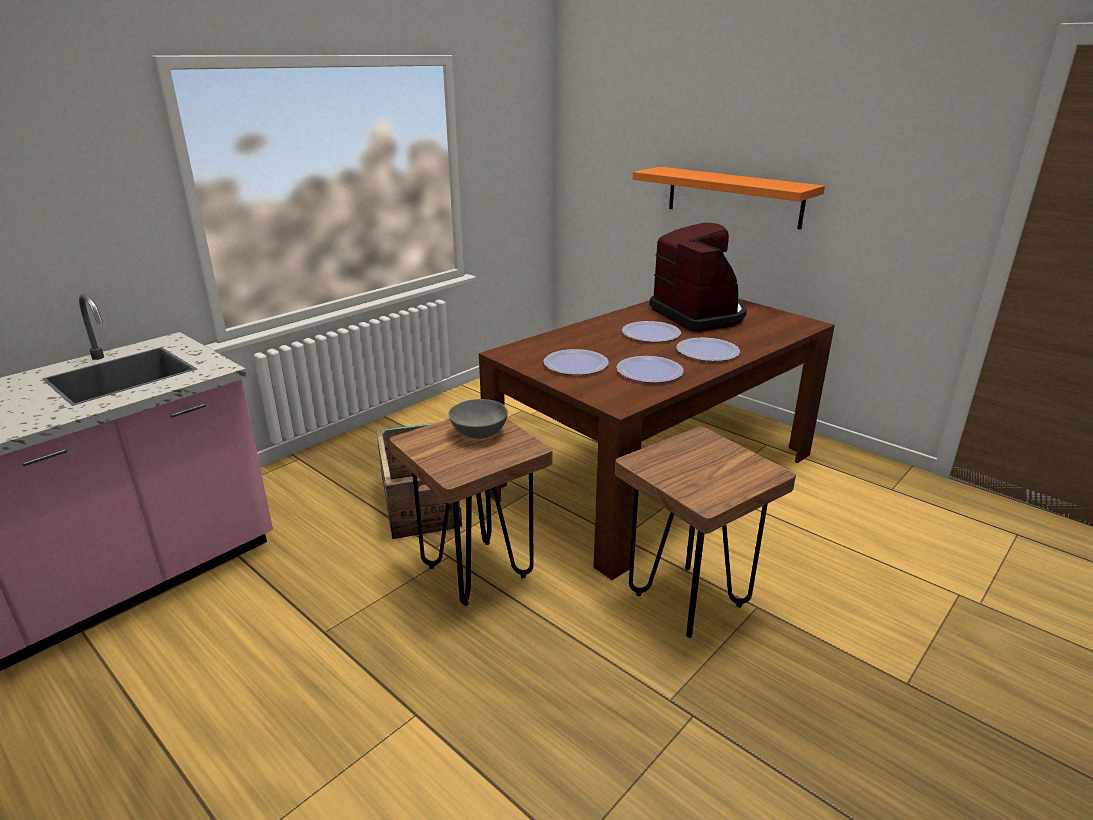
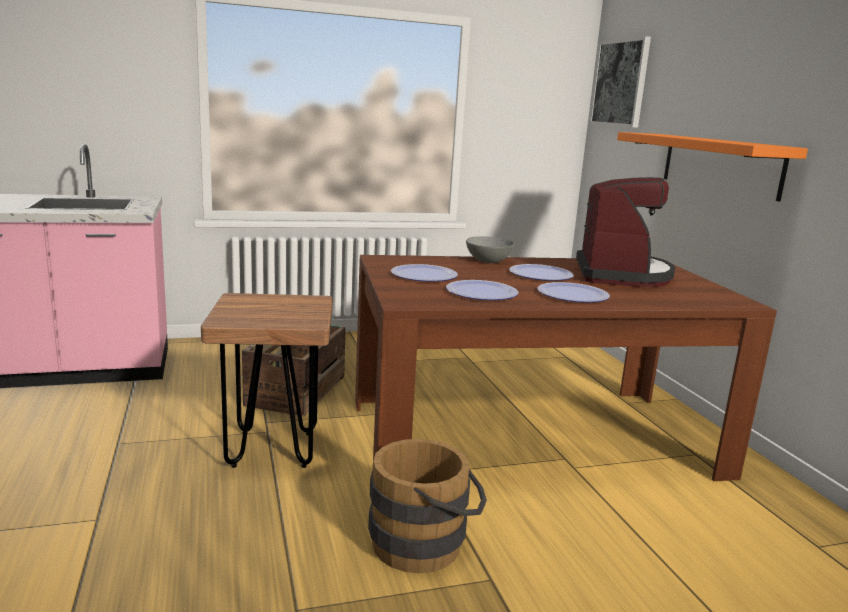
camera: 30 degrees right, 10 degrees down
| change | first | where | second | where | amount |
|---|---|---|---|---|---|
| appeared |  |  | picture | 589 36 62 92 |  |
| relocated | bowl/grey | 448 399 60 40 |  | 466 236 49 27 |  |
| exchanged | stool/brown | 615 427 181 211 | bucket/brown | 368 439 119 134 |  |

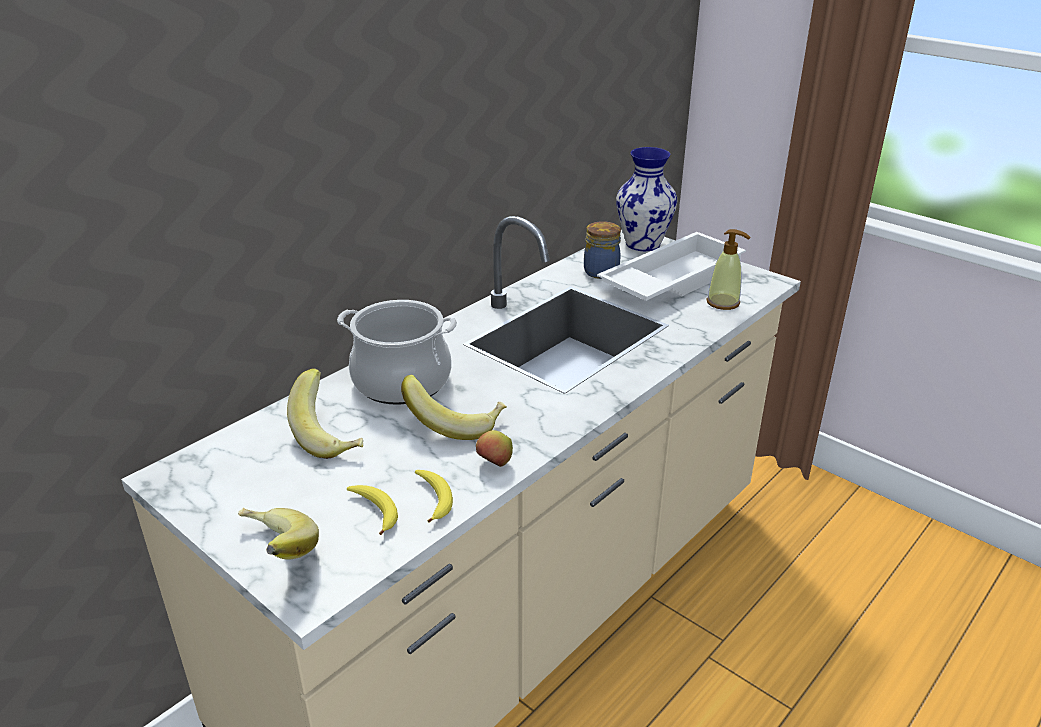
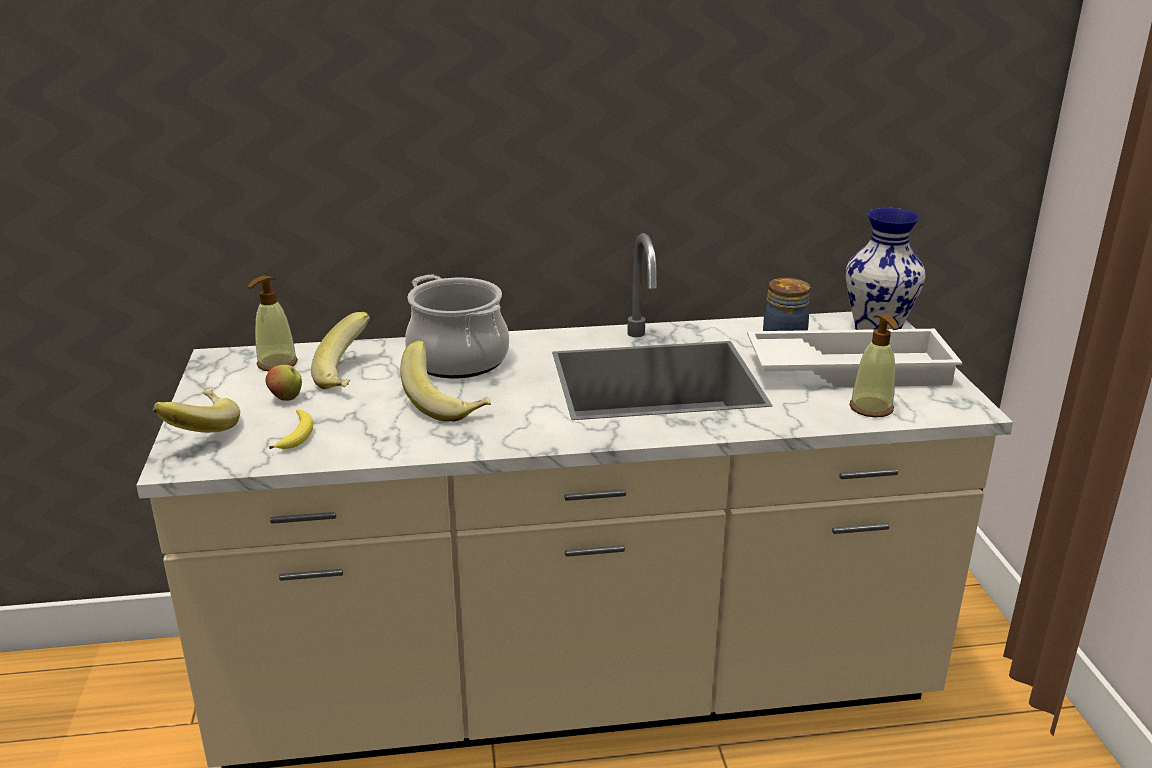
camera: 40 degrees right, 5 degrees down
| change | first | where | second | where | amount |
|---|---|---|---|---|---|
| missing | banana | 415 470 38 53 |  |  |  |
| appeared |  |  | soap dispenser | 247 275 51 97 |  |
| relocated | apple | 476 430 37 37 |  | 266 365 36 36 |  |

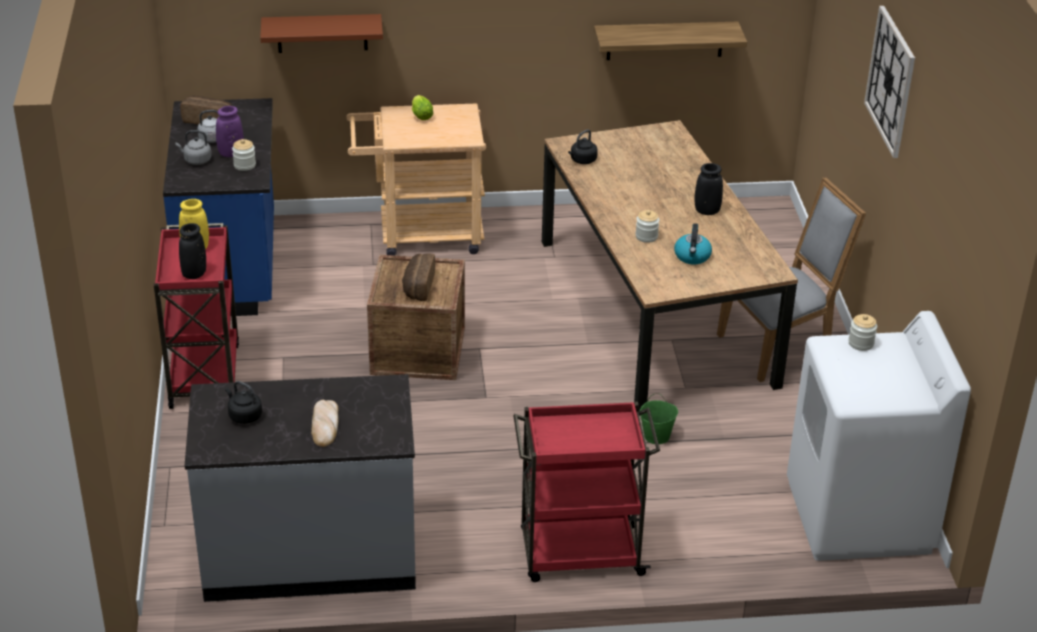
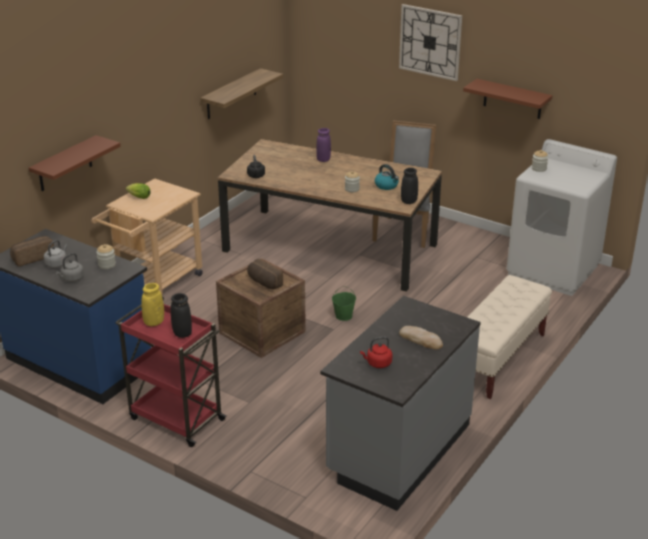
camera: 50 degrees left, 5 degrees down
| change | first | where | second | where | amount |
|---|---|---|---|---|---|
| appeared |  |  | shelf/brown | 463 79 90 40 |  |
| relocated | vase/purple | 216 106 28 51 |  | 316 128 15 34 |  |
| relocated | bucket/green | 640 393 38 51 |  | 332 286 24 35 |  |
| relocated | vase/black | 694 163 29 52 |  | 401 168 17 36 |  |
| exchanged | cart/red | 513 402 147 180 | bench/beige | 467 275 85 124 |  |
| colour | kettle/black | 225 381 37 43 | kettle/red | 360 337 32 31 |  |

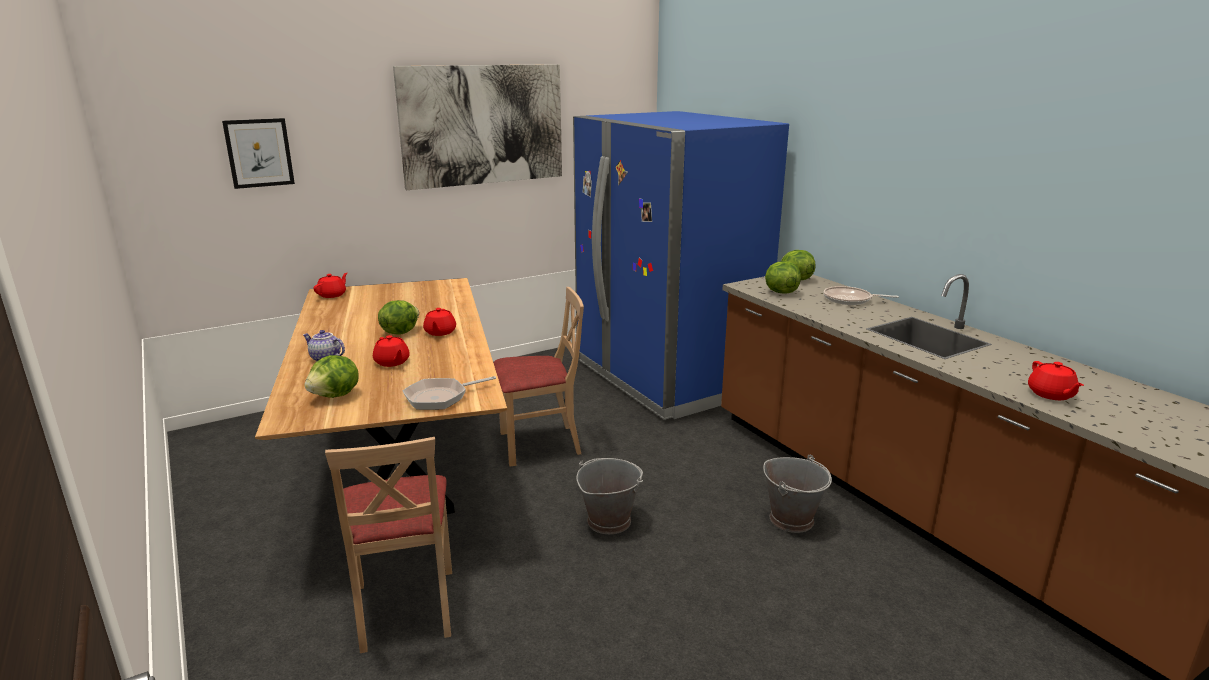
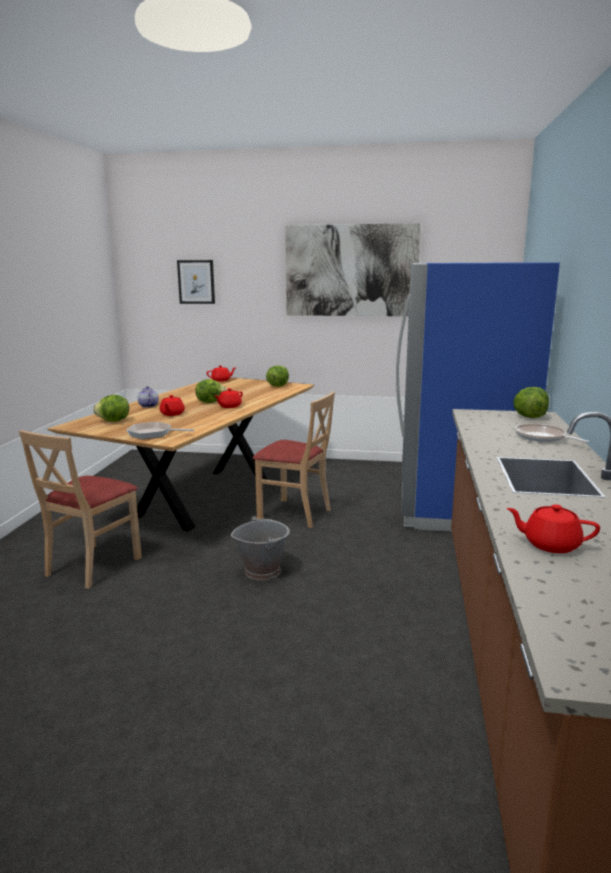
camera: 40 degrees right, 5 degrees down
| change | first | where | second | where | amount |
|---|---|---|---|---|---|
| missing | bucket/grey | 763 455 69 78 |  |  |  |
| relocated | lettuce | 765 261 36 33 |  | 266 366 23 21 |  |
| spun | teapot/red | 1028 361 56 39 |  | 506 504 94 49 | 75 degrees clockwise |

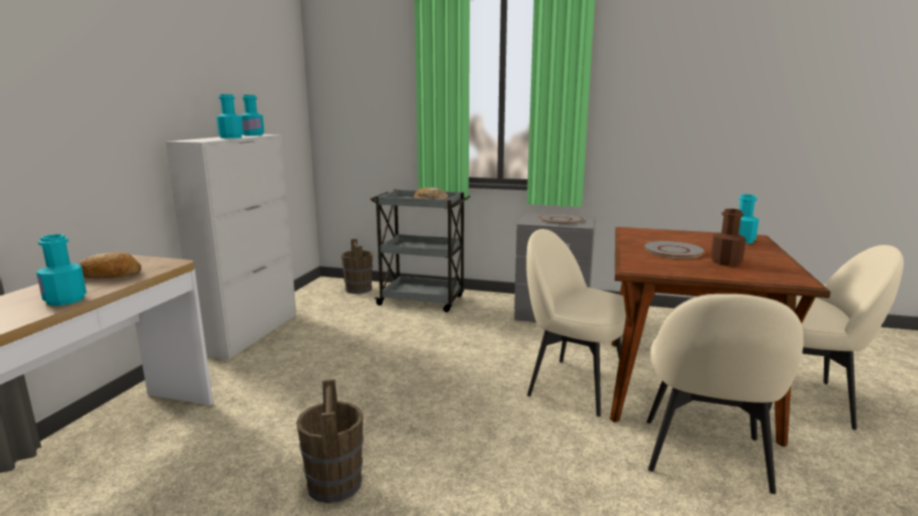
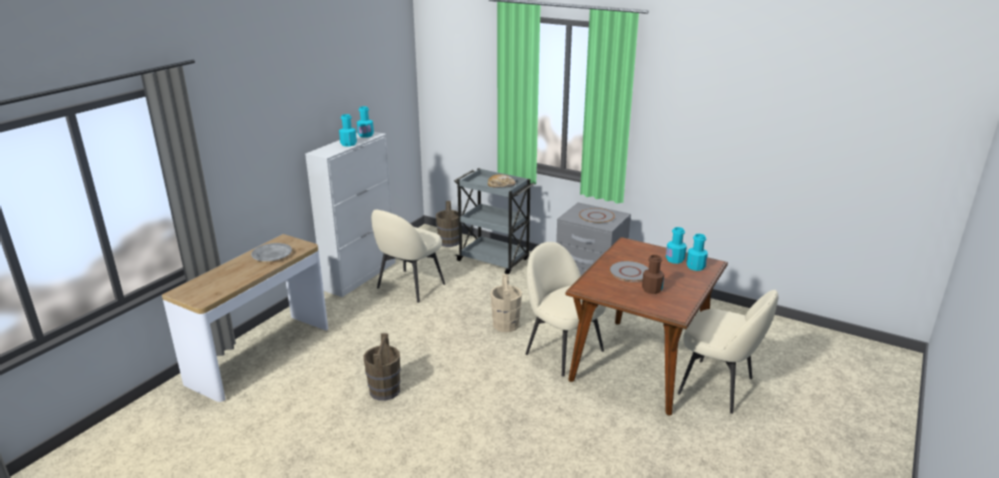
camera: 15 degrees right, 10 degrees up
| change | first | where | second | where | amount |
|---|---|---|---|---|---|
| appeared |  |  | bucket/beige | 490 274 32 58 |  |
| relocated | bottle/turquoise | 36 234 51 72 |  | 666 227 21 37 |  |
| relocated | chair/beige | 647 294 157 200 |  | 371 210 74 93 |  |
| exchanged | bread | 78 253 63 25 | plate/grey | 251 243 41 18 |  |

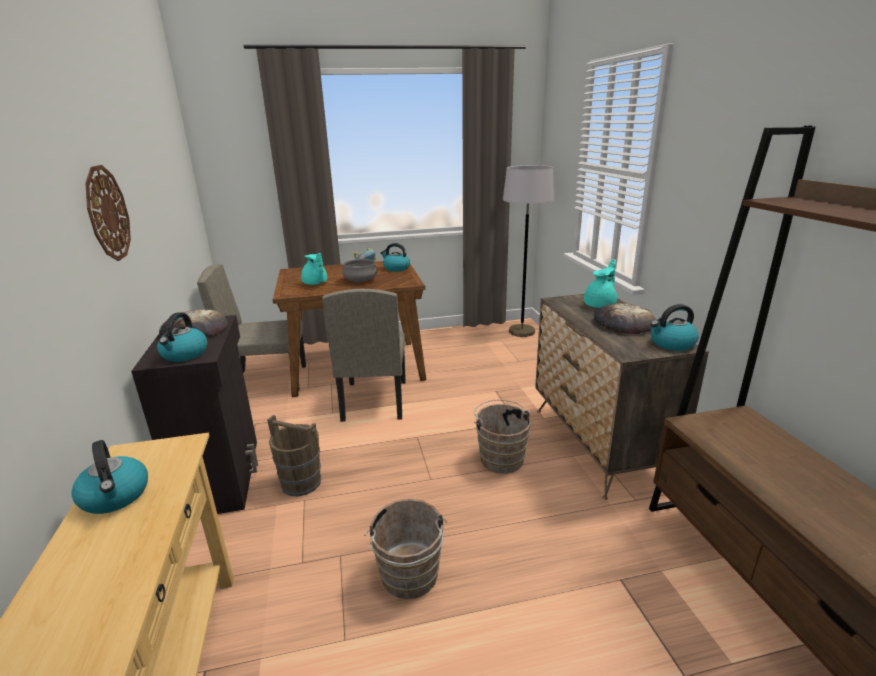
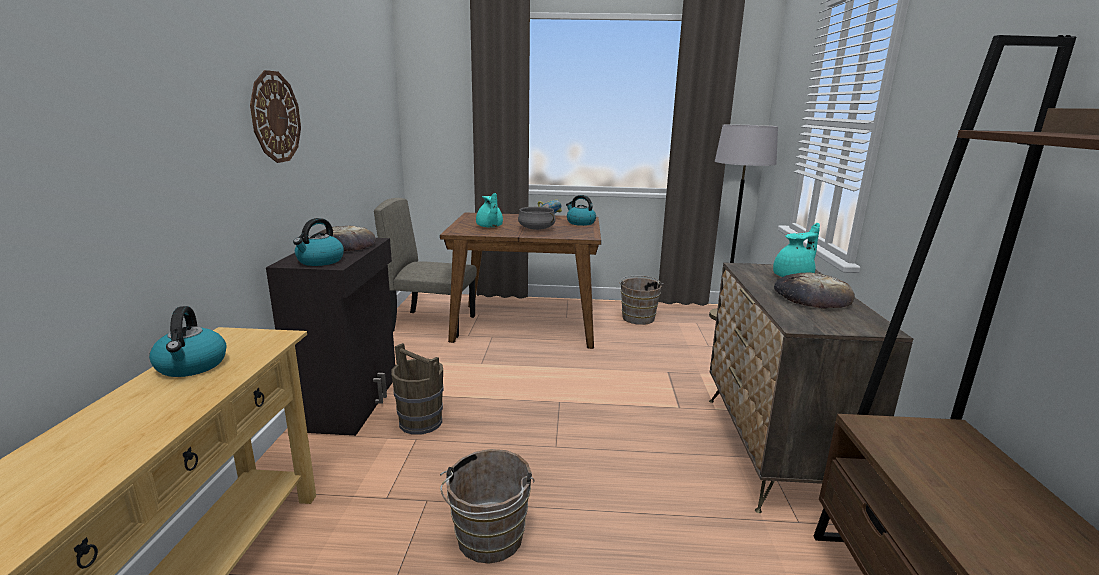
camera: 15 degrees right, 5 degrees down
| change | first | where | second | where | amount |
|---|---|---|---|---|---|
| missing | chair/beige | 322 289 84 133 |  |  |  |
| missing | kettle | 651 304 48 47 |  |  |  |
| relocated | bucket/brown | 474 400 57 74 |  | 619 276 45 49 |  |

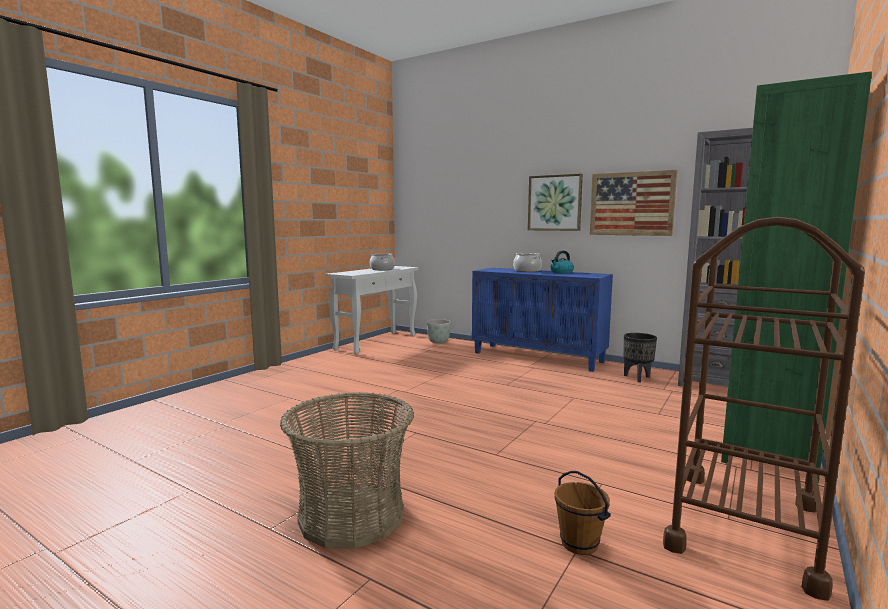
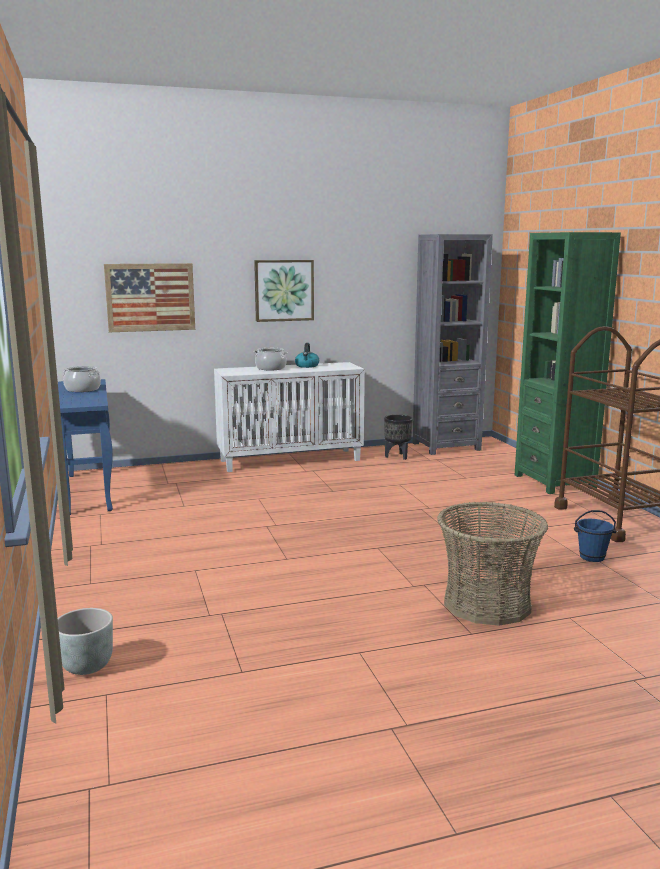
camera: 50 degrees left, 5 degrees up
| change | first | where | second | where | amount |
|---|---|---|---|---|---|
| relocated | planter/grey | 427 319 23 24 |  | 58 608 55 67 |  |
| relocated | picture | 590 170 87 66 |  | 104 263 91 69 |  |
| colour | console table/white | 325 266 94 88 | console table/blue | 58 379 55 136 |  |
| colour | cabinet/blue | 472 268 141 104 | cabinet/white | 214 362 151 110 |  |
| colour | bucket/brown | 554 471 57 84 | bucket/blue | 574 510 42 52 |  |

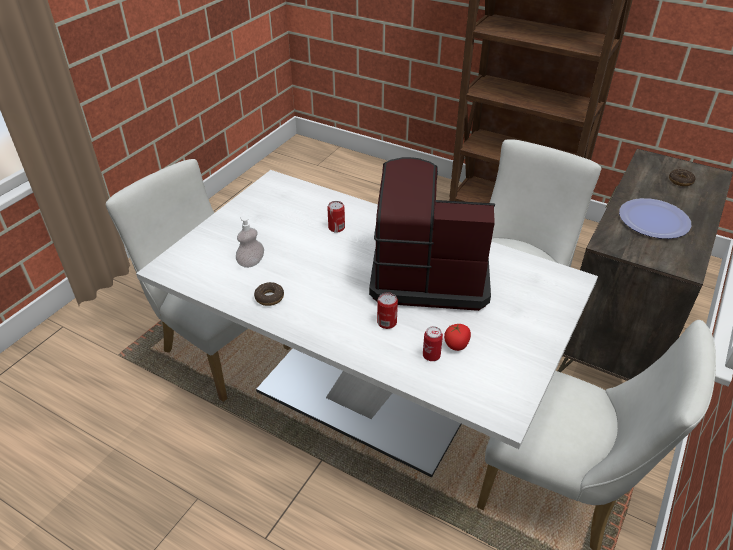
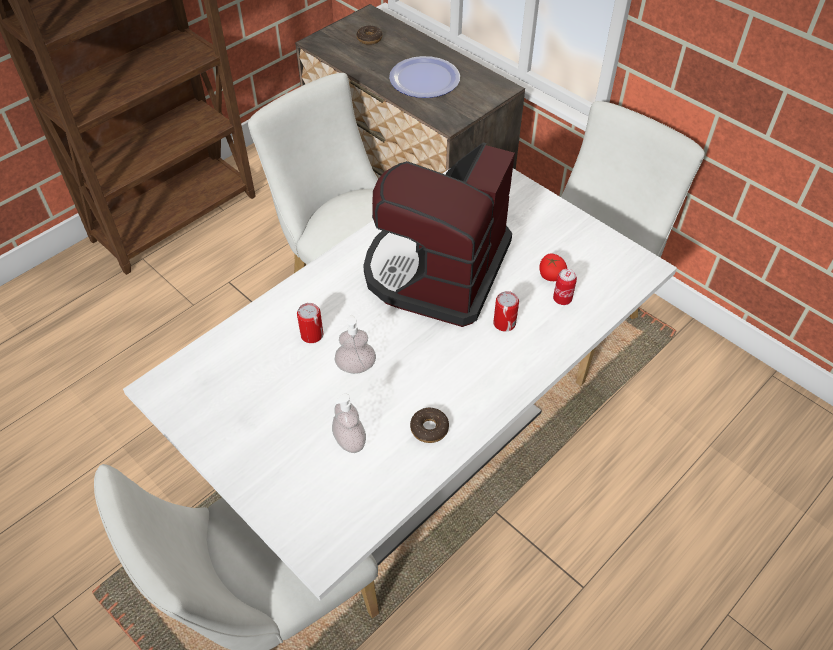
camera: 75 degrees left, 10 degrees up
| change | first | where | second | where | amount |
|---|---|---|---|---|---|
| appeared |  |  | soap dispenser | 334 315 42 59 |  |

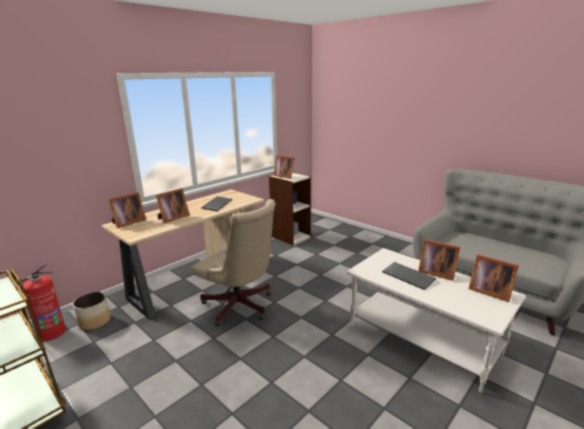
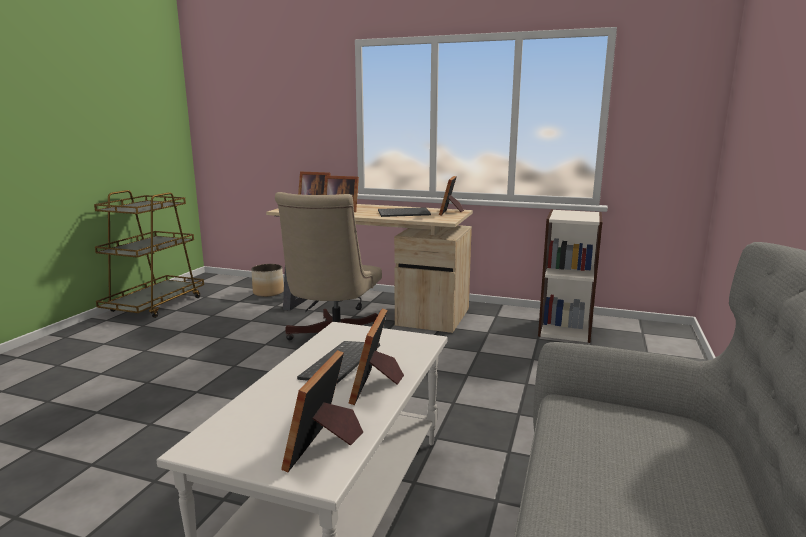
camera: 65 degrees right, 5 degrees down
| change | first | where | second | where | amount |
|---|---|---|---|---|---|
| missing | fire extinguisher | 18 263 48 78 |  |  |  |
| relocated | picture frame | 274 155 20 24 |  | 439 176 25 40 |  |

